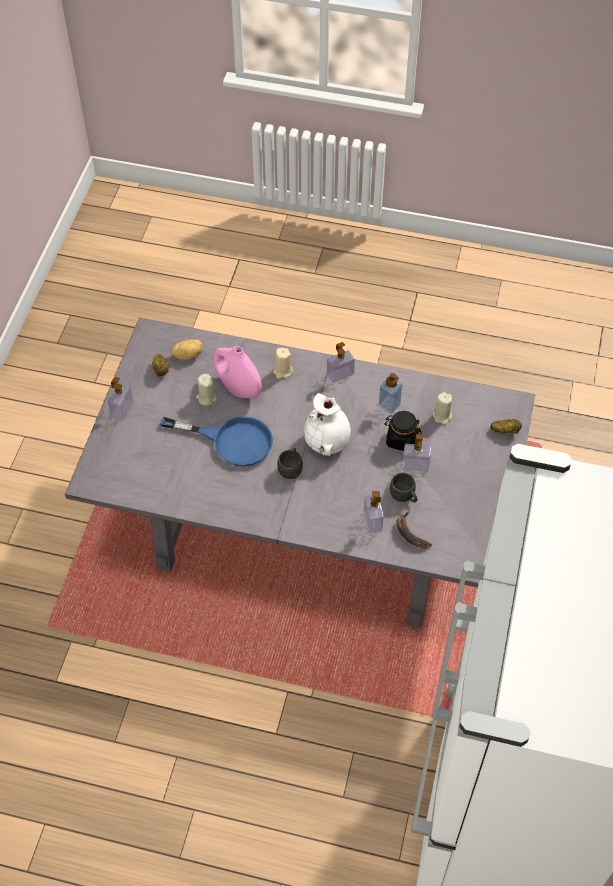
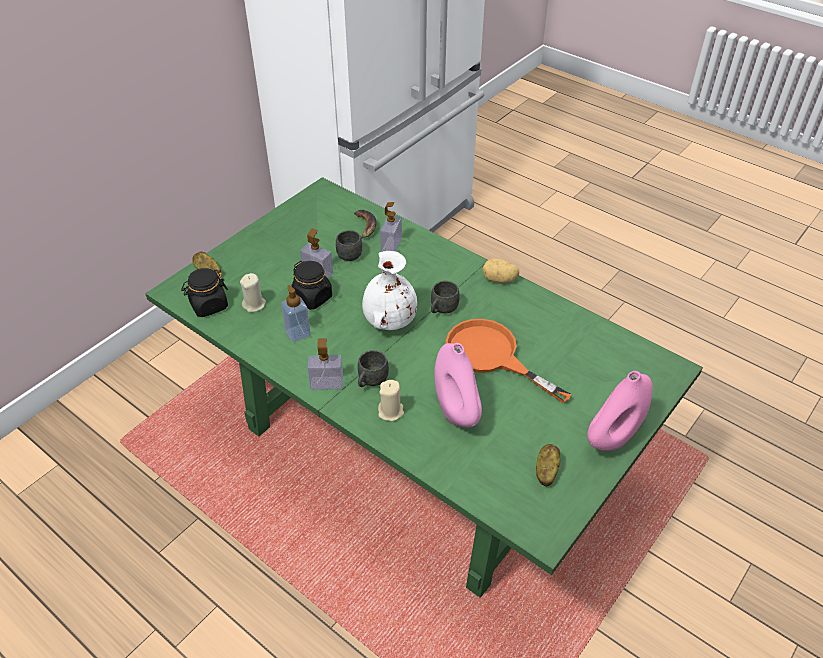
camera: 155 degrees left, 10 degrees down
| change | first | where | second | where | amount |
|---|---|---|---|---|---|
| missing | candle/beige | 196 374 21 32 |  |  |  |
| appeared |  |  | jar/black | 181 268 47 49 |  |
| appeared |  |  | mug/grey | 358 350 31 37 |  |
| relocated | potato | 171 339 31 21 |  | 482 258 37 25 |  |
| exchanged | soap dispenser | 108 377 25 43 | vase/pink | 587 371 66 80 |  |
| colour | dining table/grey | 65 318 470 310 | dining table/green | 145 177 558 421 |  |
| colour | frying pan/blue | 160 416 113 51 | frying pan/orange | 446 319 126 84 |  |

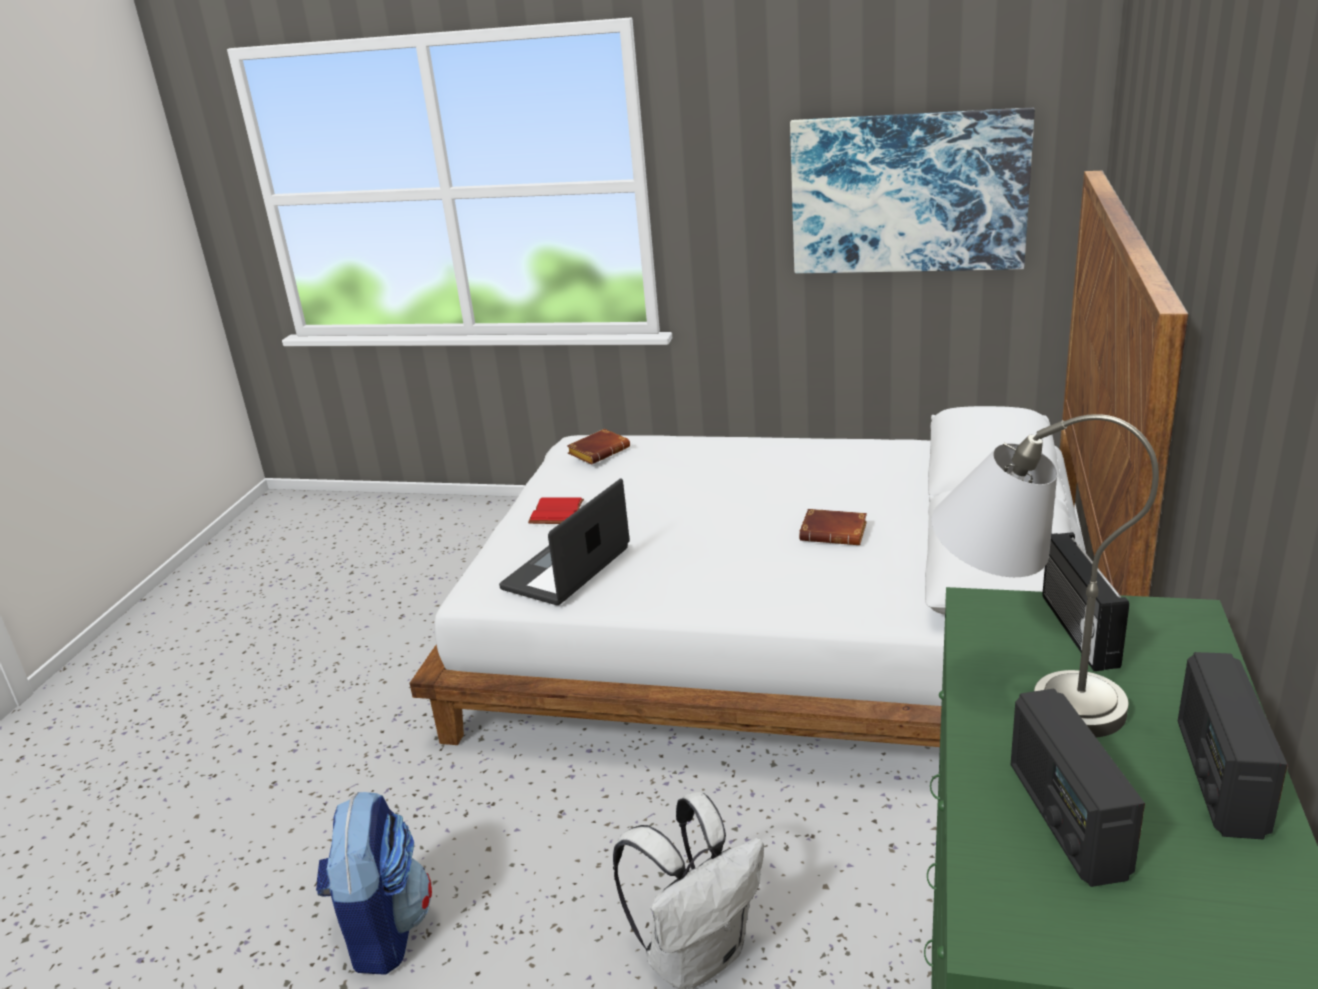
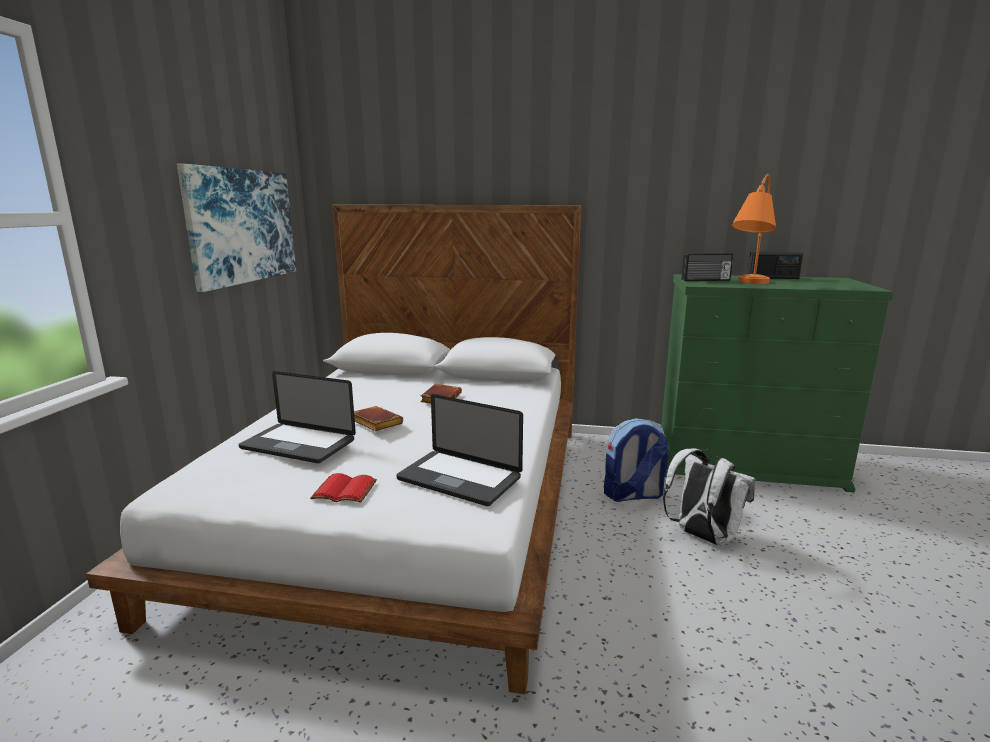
camera: 95 degrees left, 10 degrees down
| change | first | where | second | where | amount |
|---|---|---|---|---|---|
| missing | radio | 1011 689 134 198 |  |  |  |
| appeared |  |  | laptop | 239 371 117 92 |  |
| relocated | backpack | 316 792 116 183 |  | 604 418 65 84 |  |
| relocated | book/brown | 567 429 63 35 |  | 354 406 49 25 |  |
| colour | table lamp/grey | 932 414 227 323 | table lamp/orange | 732 174 44 110 |  |

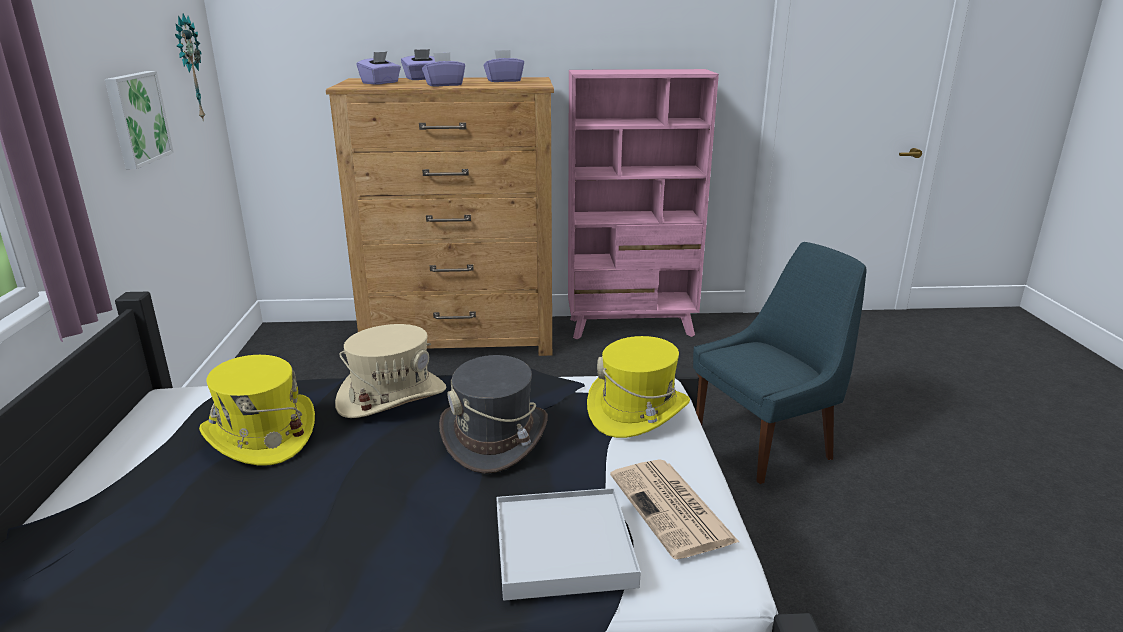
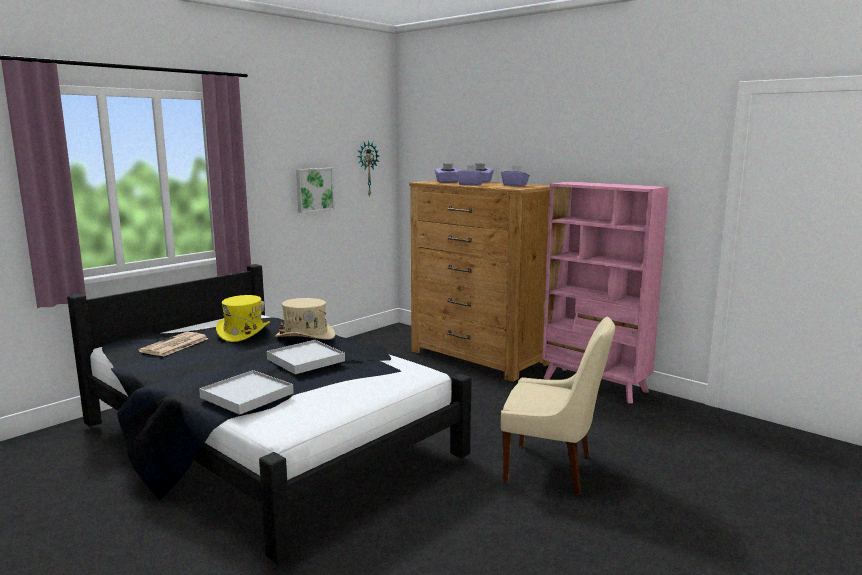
camera: 45 degrees right, 10 degrees down
| change | first | where | second | where | amount |
|---|---|---|---|---|---|
| missing | hat/yellow | 587 336 103 102 |  |  |  |
| relocated | newspaper | 610 459 129 100 |  | 139 332 70 25 |  |
| exchanged | hat/grey | 439 355 109 118 | tray/white | 267 340 78 34 |  |
| colour | chair/blue | 693 242 174 242 | chair/beige | 501 316 114 179 |  |

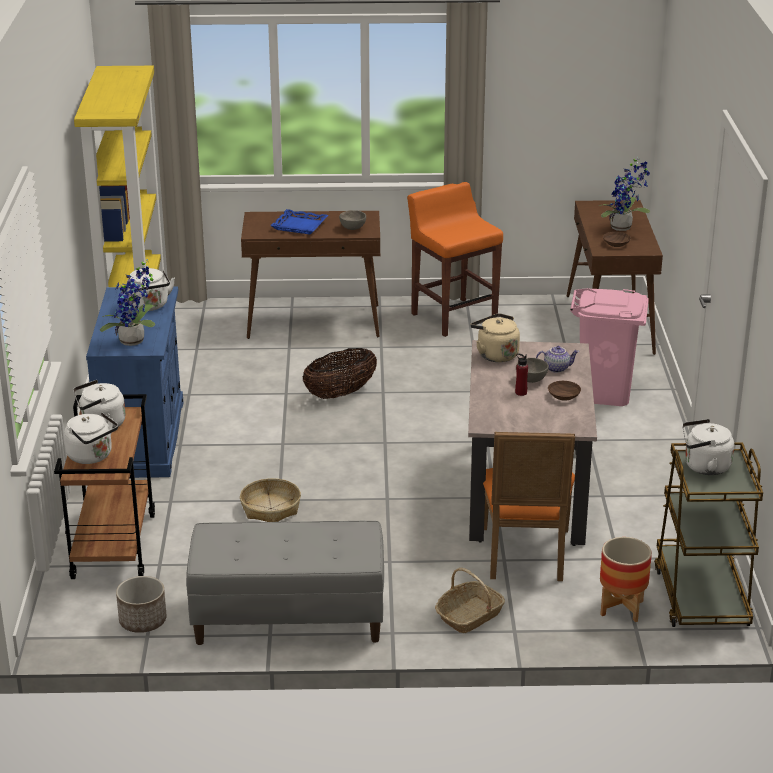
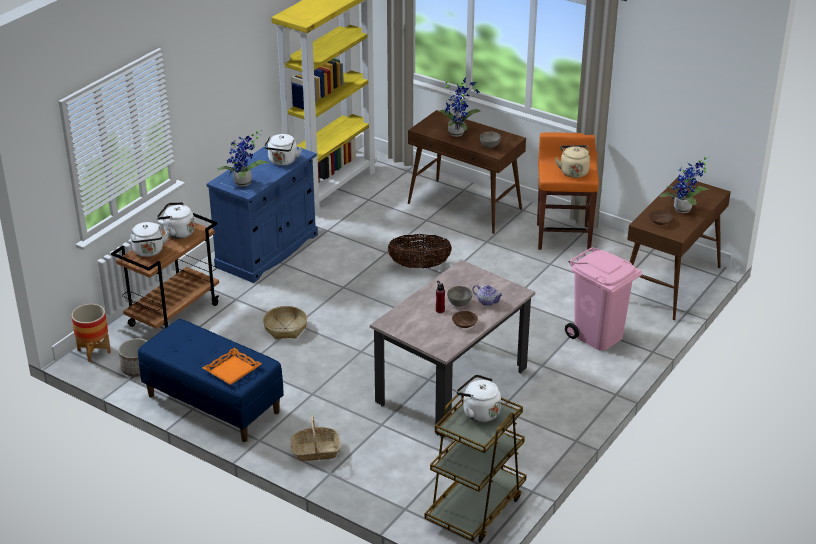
camera: 35 degrees right, 5 degrees up
| change | first | where | second | where | amount |
|---|---|---|---|---|---|
| missing | chair/orange | 483 432 92 149 |  |  |  |
| appeared |  |  | tray/orange | 203 348 59 37 |  |
| relocated | kettle/beige | 471 313 49 49 |  | 555 145 35 33 |  |
| relocated | planter | 600 537 52 85 |  | 71 304 40 58 |  |
| exchanged | tray/blue | 270 209 59 25 | potted plant | 438 77 42 60 |  |
| colour | bench/grey | 186 521 198 124 | bench/blue | 138 319 146 123 |  |

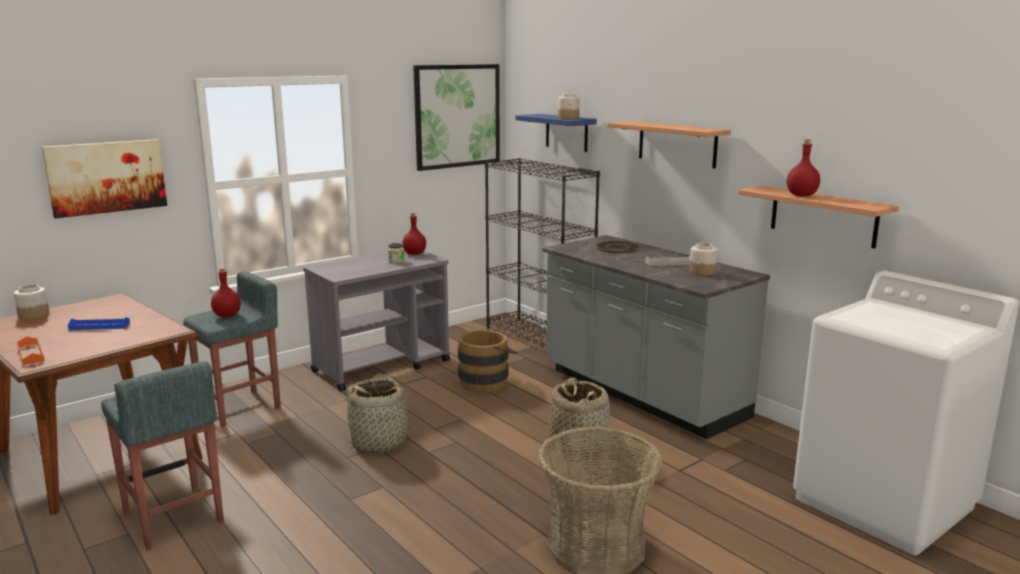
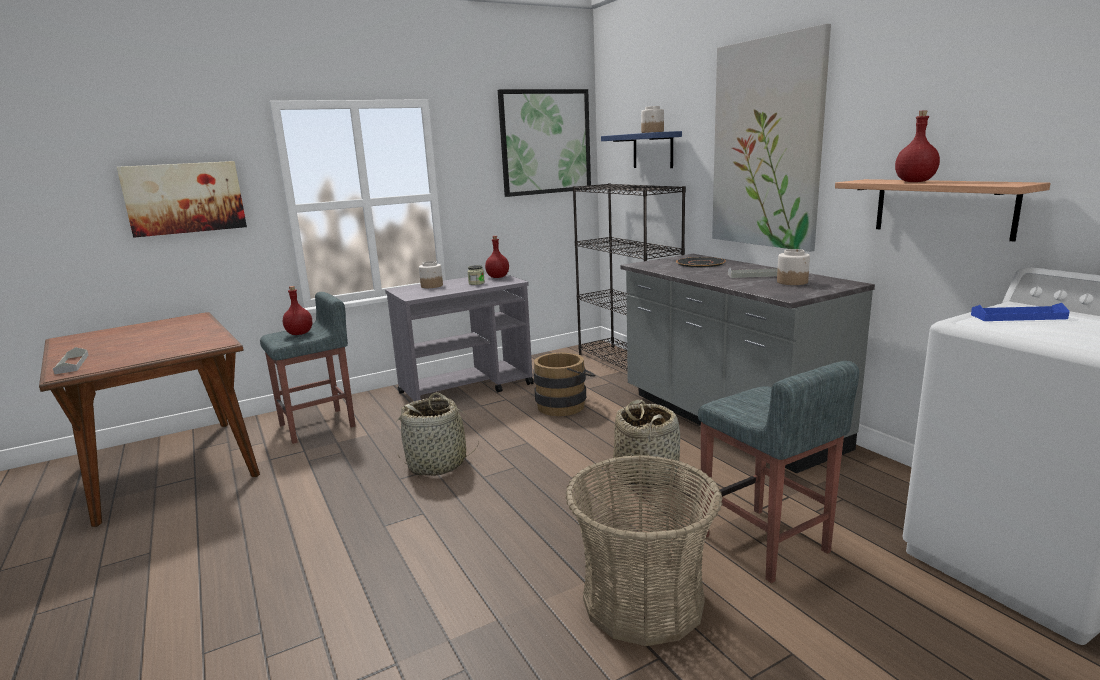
camera: 10 degrees right, 0 degrees up
| change | first | where | second | where | amount |
|---|---|---|---|---|---|
| relocated | jar | 14 284 35 36 |  | 419 261 24 27 |  |
| relocated | tray/blue | 68 317 62 13 |  | 971 303 99 18 |  |
| relocated | stool/grey | 101 362 123 189 |  | 698 361 161 222 |  |
| exchanged | shelf | 608 121 123 47 | picture | 712 24 119 228 |  |
| colour | tray/orange | 17 336 28 29 | tray/grey | 53 347 35 28 |  |

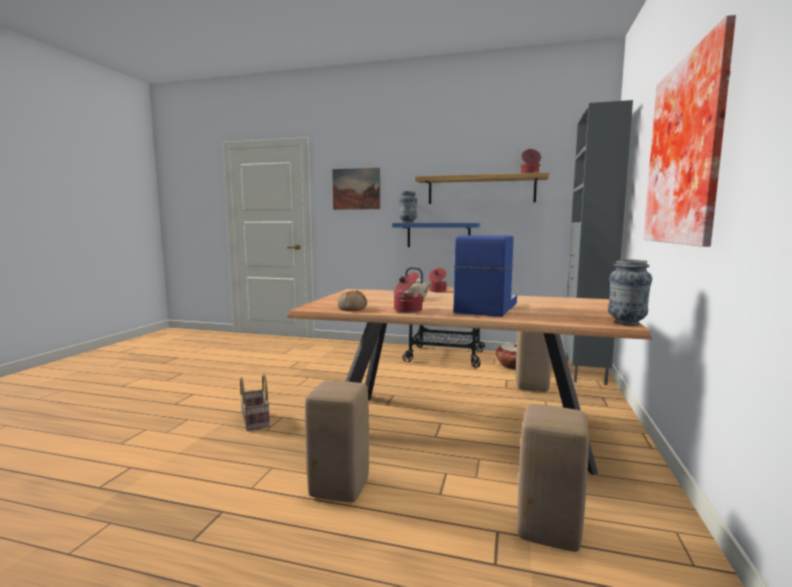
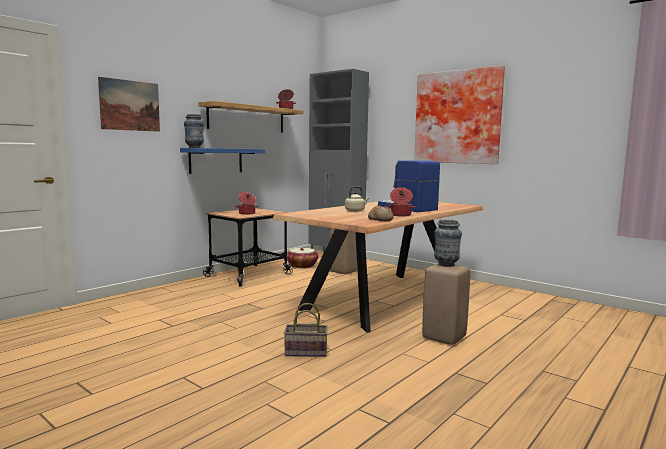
camera: 65 degrees left, 0 degrees up
| change | first | where | second | where | amount |
|---|---|---|---|---|---|
| missing | stool/beige | 517 404 72 148 |  |  |  |
| relocated | vase | 608 259 44 67 |  | 434 219 28 48 |  |

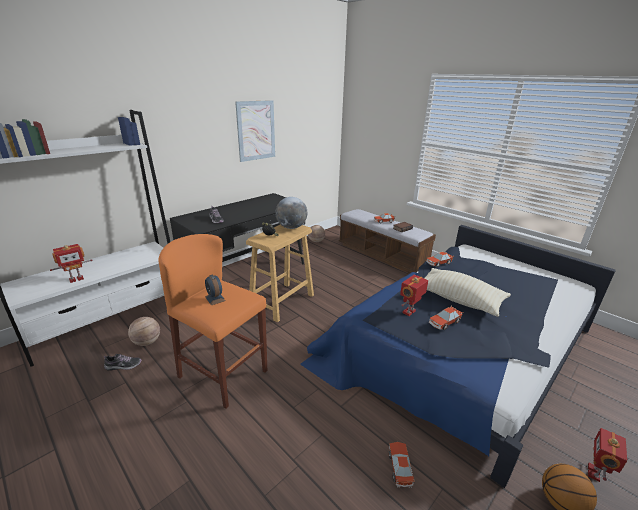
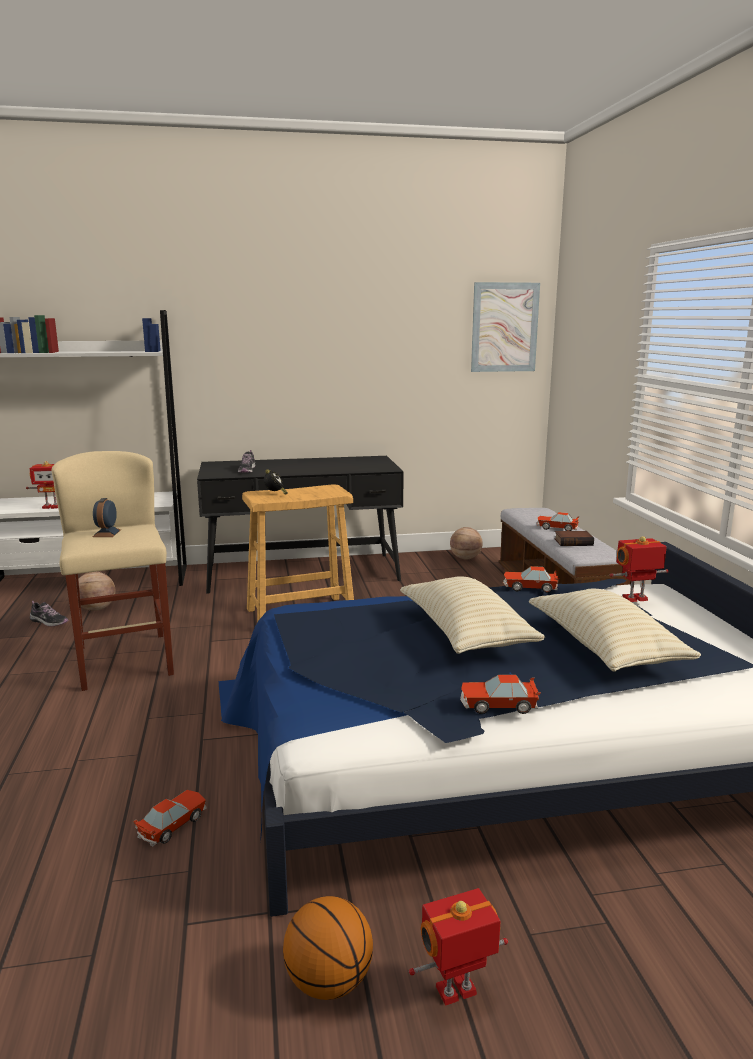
camera: 35 degrees right, 10 degrees down
| change | first | where | second | where | amount |
|---|---|---|---|---|---|
| missing | globe | 275 197 32 32 |  |  |  |
| appeared |  |  | pillow/beige | 529 589 172 83 |  |
| relocated | picture | 235 100 40 62 |  | 471 282 69 90 |  |
| relocated | toy robot | 400 275 28 41 |  | 610 536 59 66 |  |
| relocated | toy car | 429 305 34 25 |  | 460 675 81 39 |  |
| colour | stool/orange | 158 234 109 175 | stool/beige | 52 451 122 240 |  |

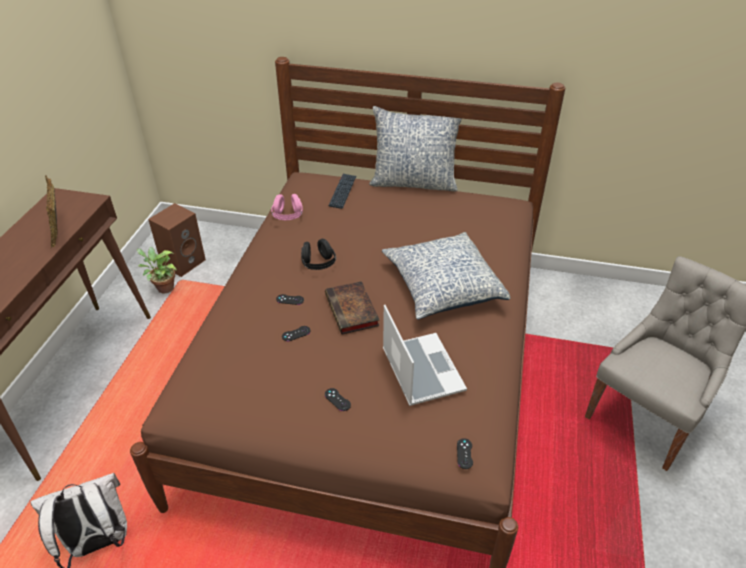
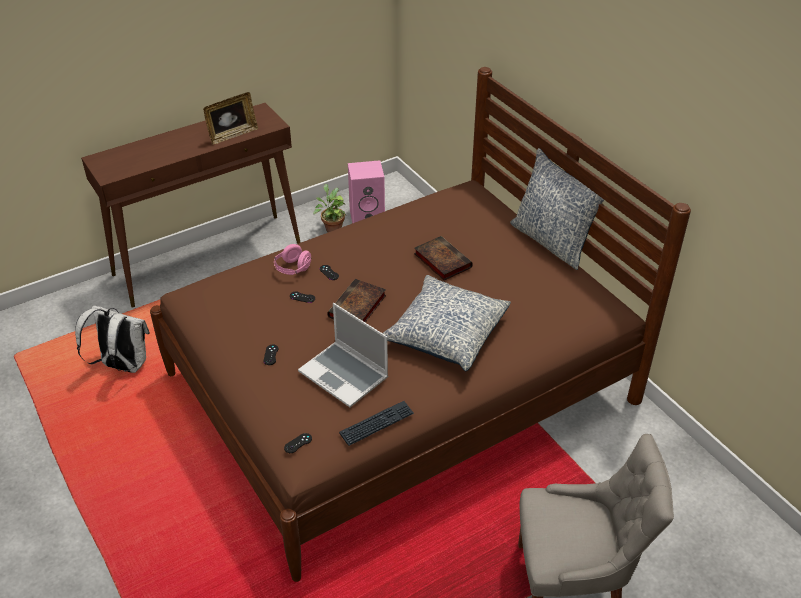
camera: 45 degrees right, 0 degrees up
| change | first | where | second | where | amount |
|---|---|---|---|---|---|
| missing | headphones/black | 301 239 35 31 |  |  |  |
| appeared |  |  | book | 414 236 59 44 |  |
| relocated | headphones/pink | 271 194 32 26 |  | 274 244 37 31 |  |
| relocated | keyboard | 329 174 27 35 |  | 339 401 75 45 |  |
| colour | speaker/brown | 148 203 58 74 | speaker/pink | 348 160 37 63 |  |
| spun | picture frame | 45 175 13 74 |  | 203 92 55 53 | 150 degrees counterclockwise |
| spun | laptop | 383 305 84 101 |  | 298 303 90 104 | 105 degrees clockwise |

